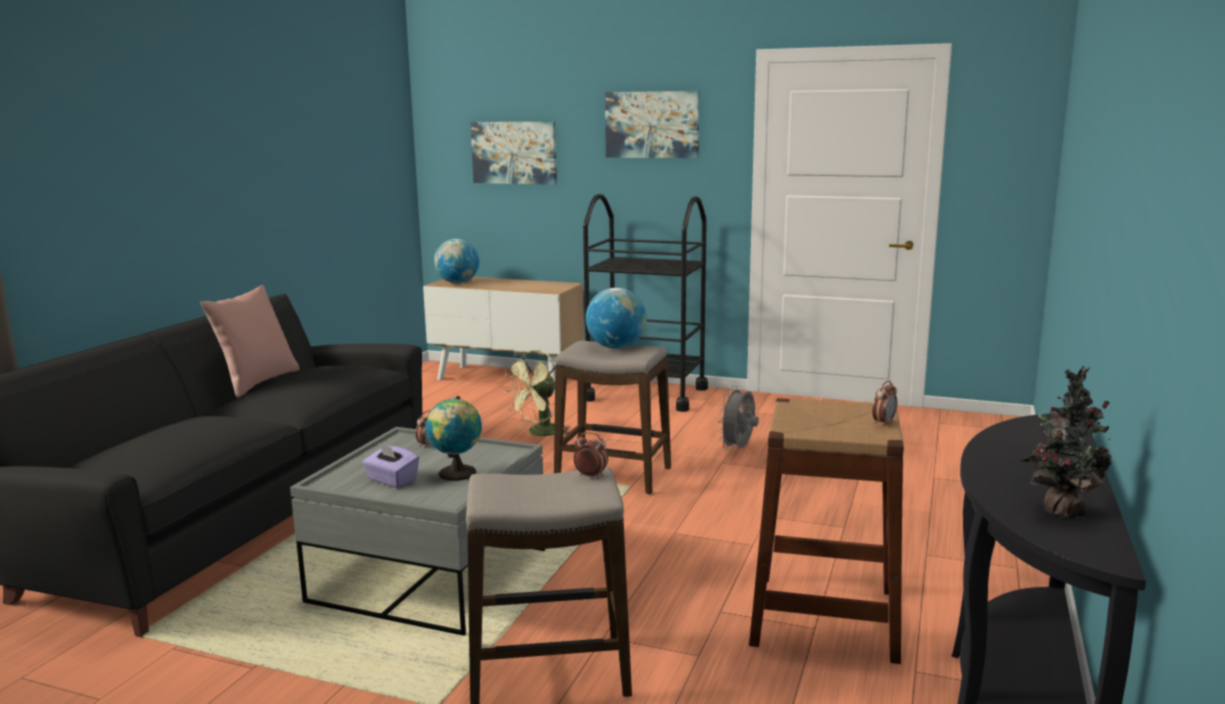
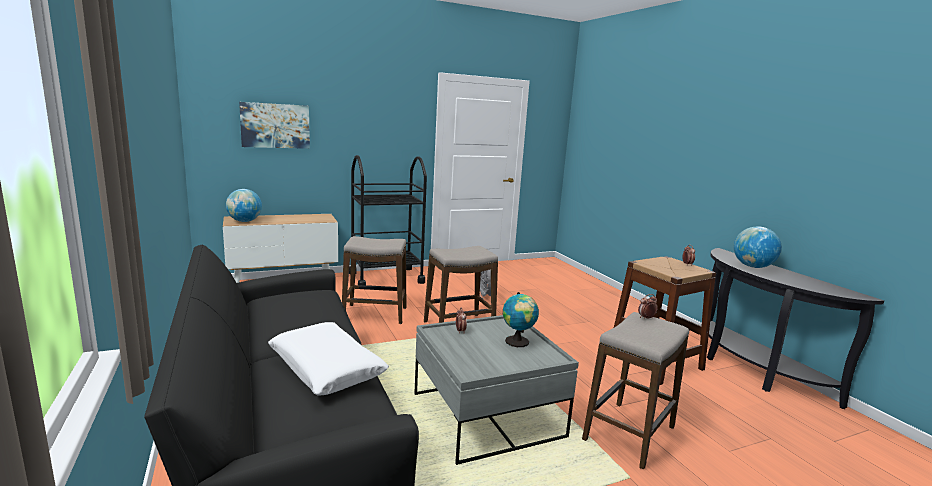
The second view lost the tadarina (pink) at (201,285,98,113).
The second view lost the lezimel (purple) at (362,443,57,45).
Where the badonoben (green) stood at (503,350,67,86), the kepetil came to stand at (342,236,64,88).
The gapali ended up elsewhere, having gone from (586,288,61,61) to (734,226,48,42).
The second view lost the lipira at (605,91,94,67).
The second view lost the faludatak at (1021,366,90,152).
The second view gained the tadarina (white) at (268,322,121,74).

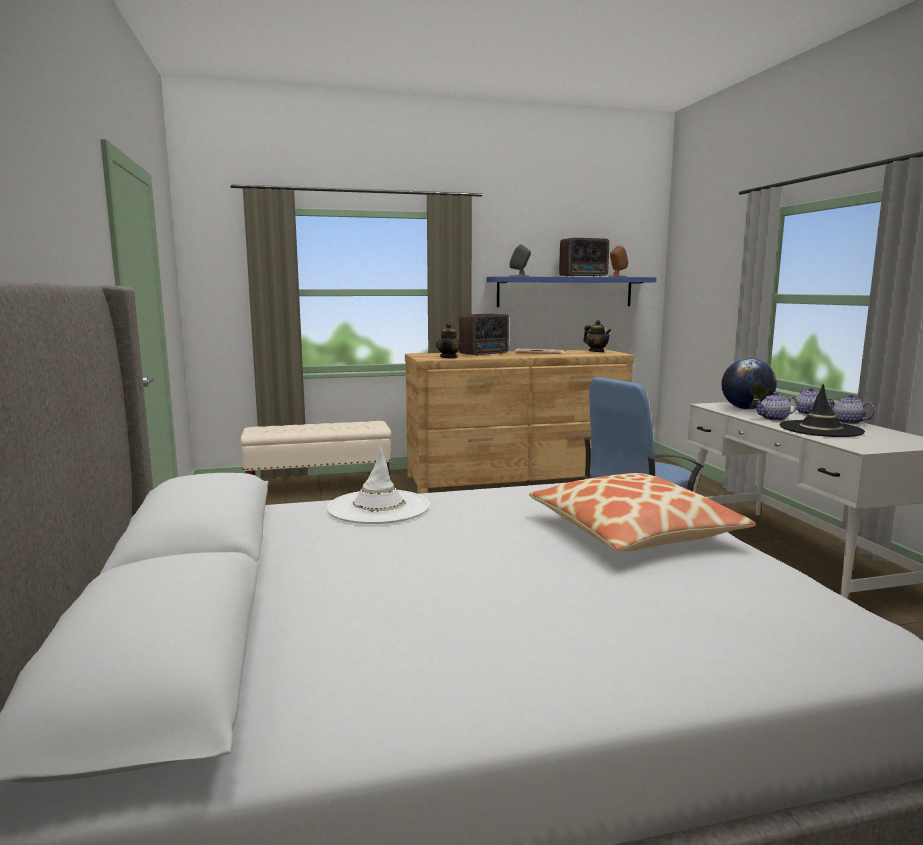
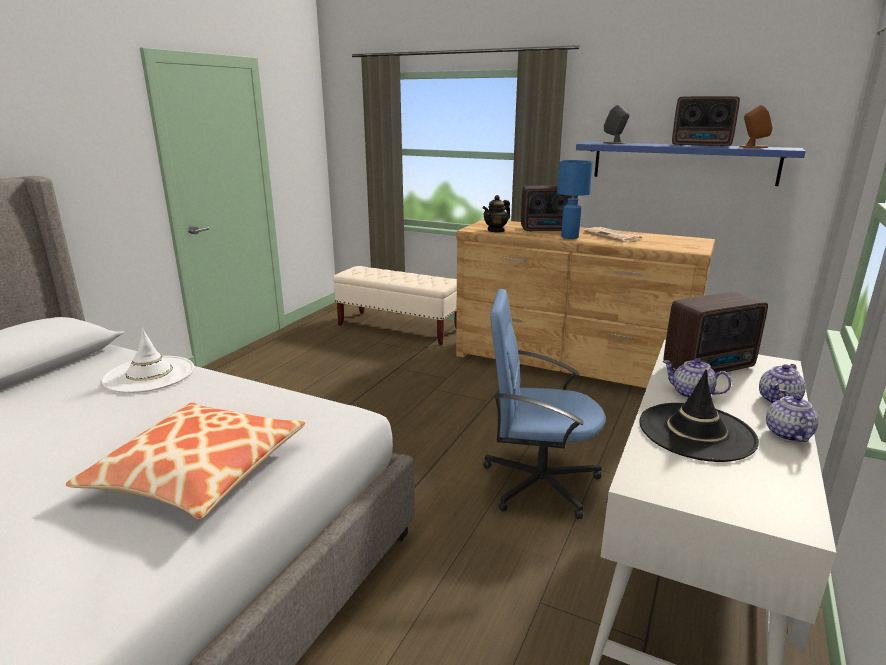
The second view lost the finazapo at (583,320,28,32).
Where the gapali stood at (721,358,56,51), the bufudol came to stand at (663,292,105,81).
The second view gained the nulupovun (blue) at (557,160,36,79).

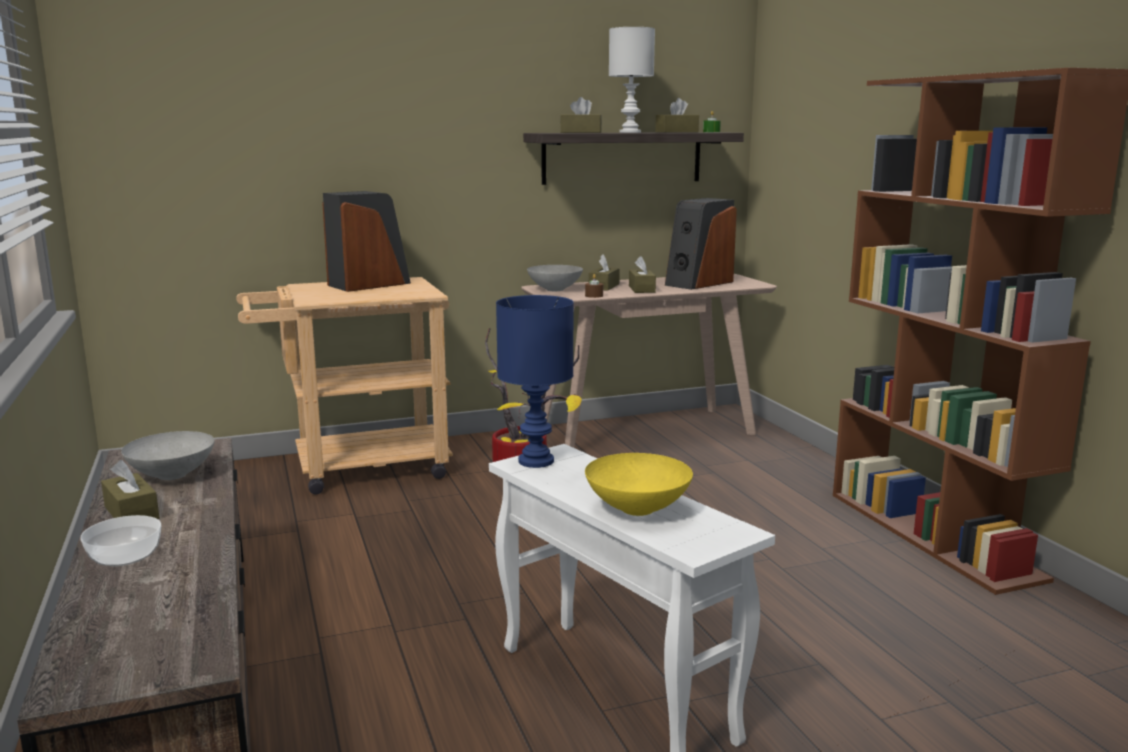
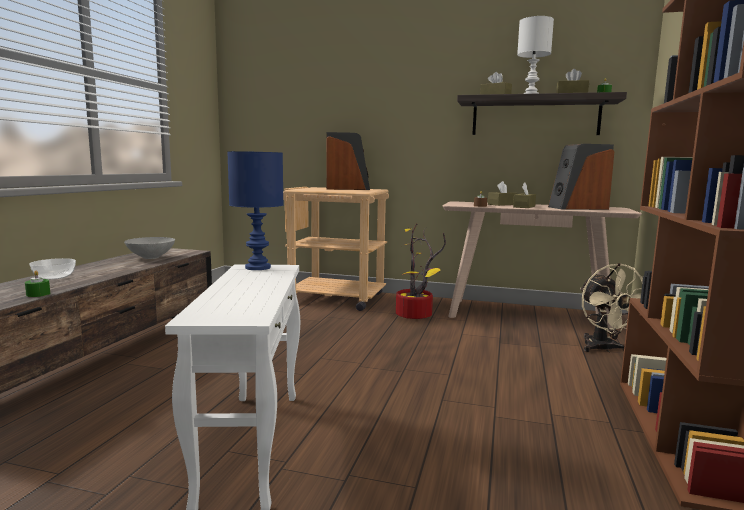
The second view lost the lezimel (brown) at (101,460,58,59).
The second view lost the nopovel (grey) at (527,265,56,26).
The second view lost the nopovel (yellow) at (585,453,108,63).
The second view gained the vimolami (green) at (25,271,25,26).
The second view gained the badonoben (beige) at (580,263,63,90).

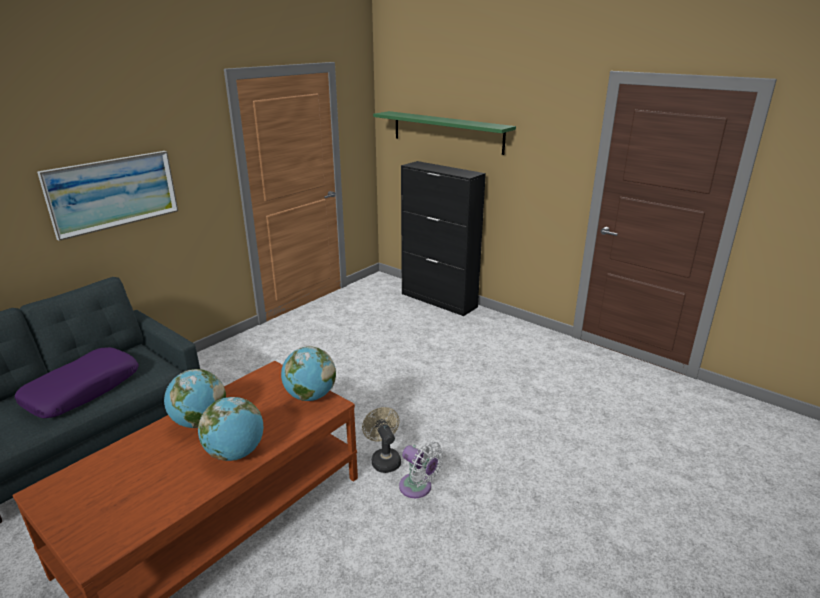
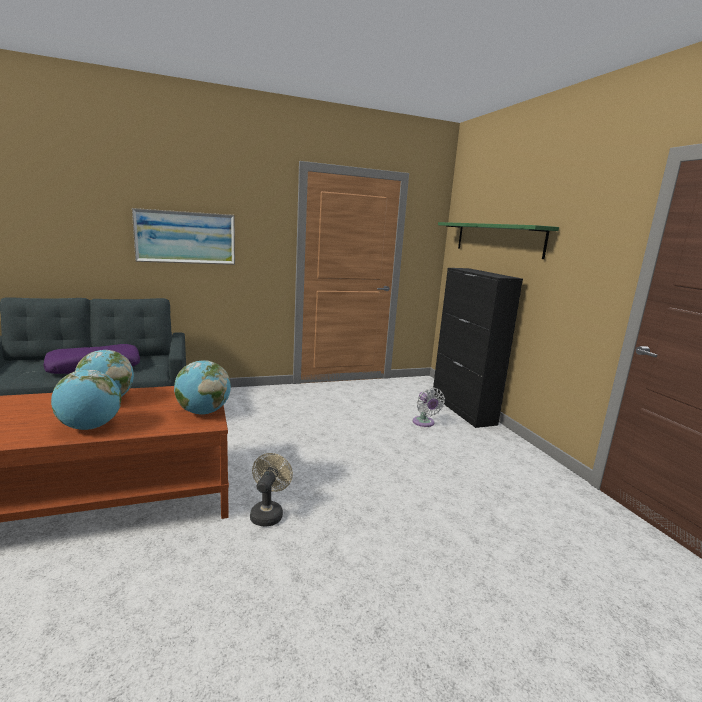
The badonoben (white) ended up elsewhere, having gone from (399,441,44,57) to (413,388,32,39).

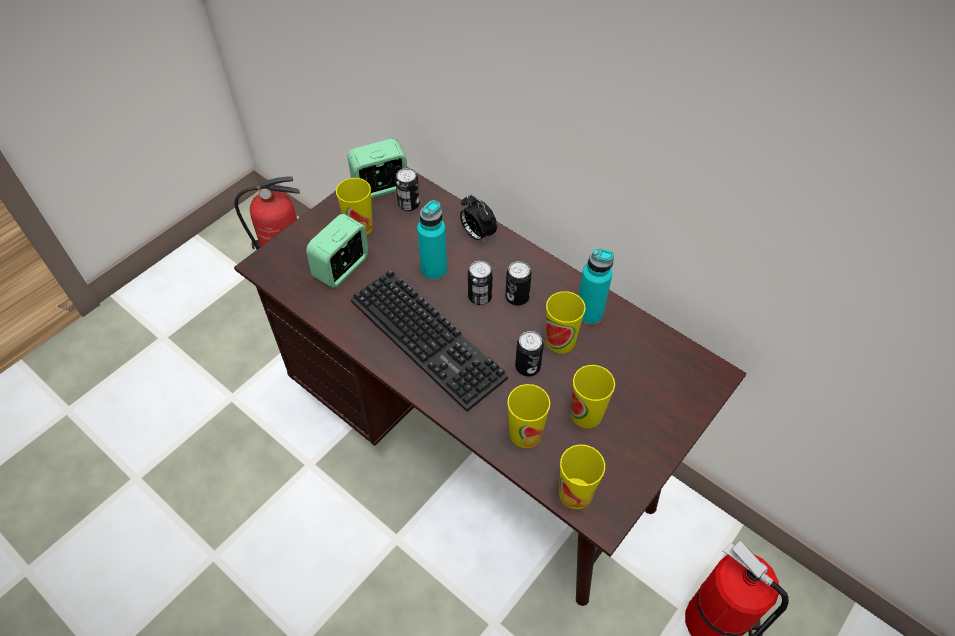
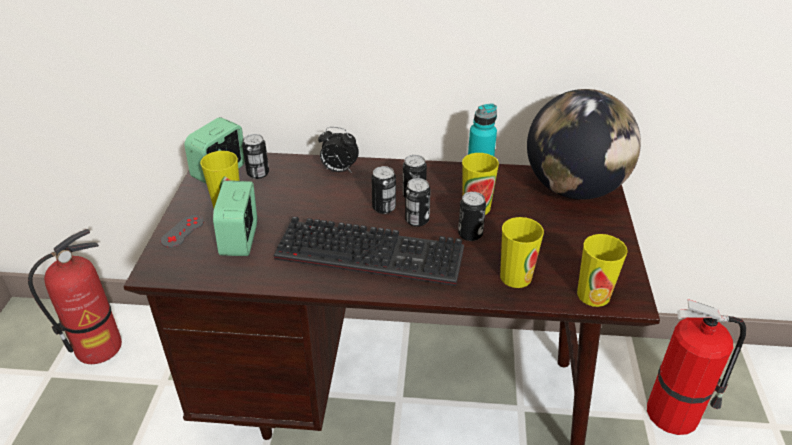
The second view lost the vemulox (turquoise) at (417,200,30,80).
The second view lost the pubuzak at (571,365,44,63).
The second view gained the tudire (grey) at (161,215,43,33).
The second view gained the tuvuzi at (405,178,26,49).
The second view gained the gapali at (527,89,114,111).

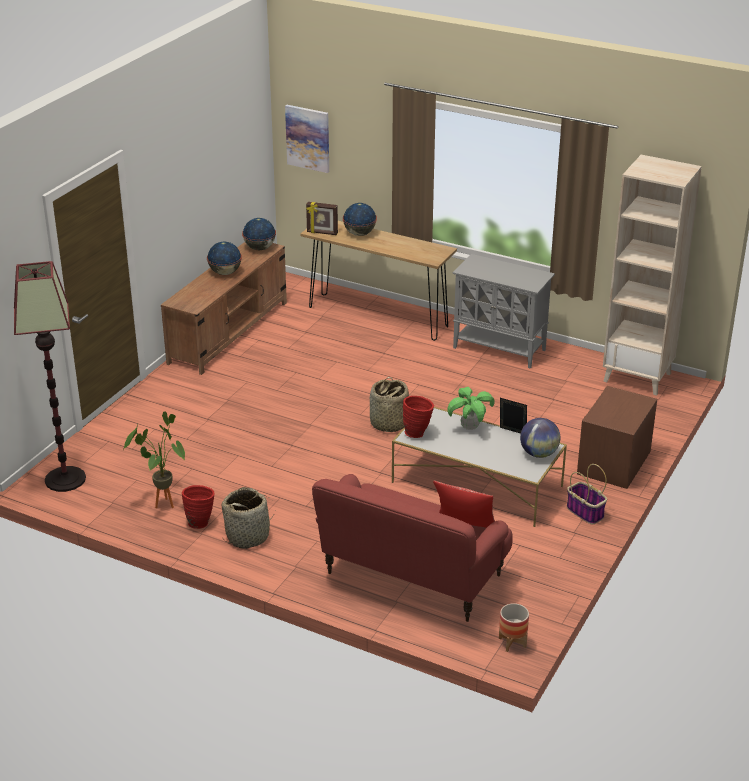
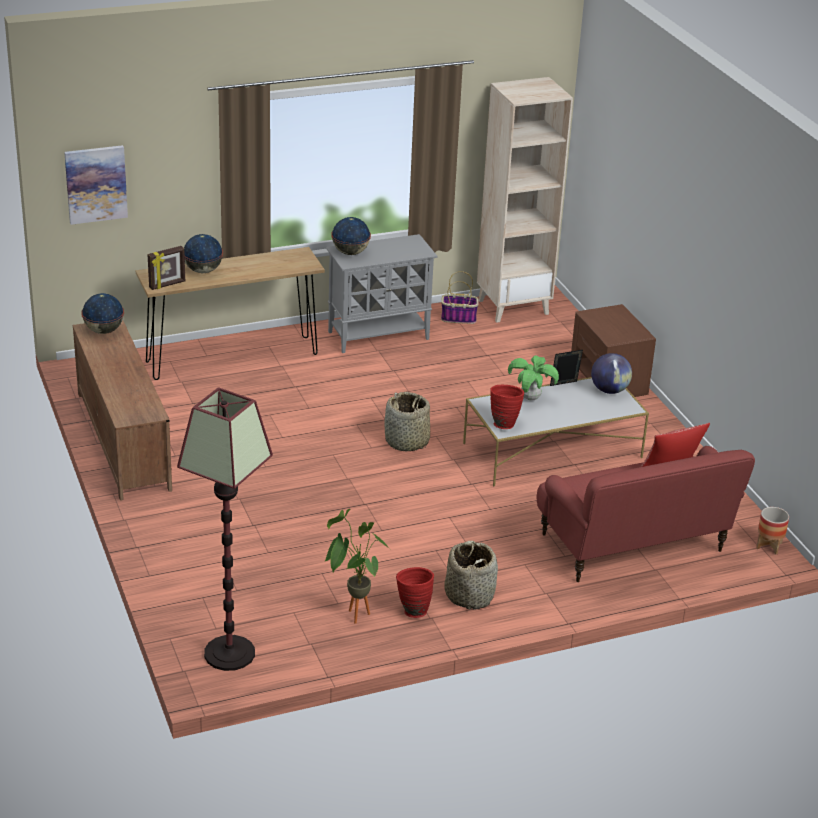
The gapali ended up elsewhere, having gone from (207,242,35,33) to (331,217,40,38).
The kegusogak ended up elsewhere, having gone from (567,464,40,61) to (441,271,38,53).

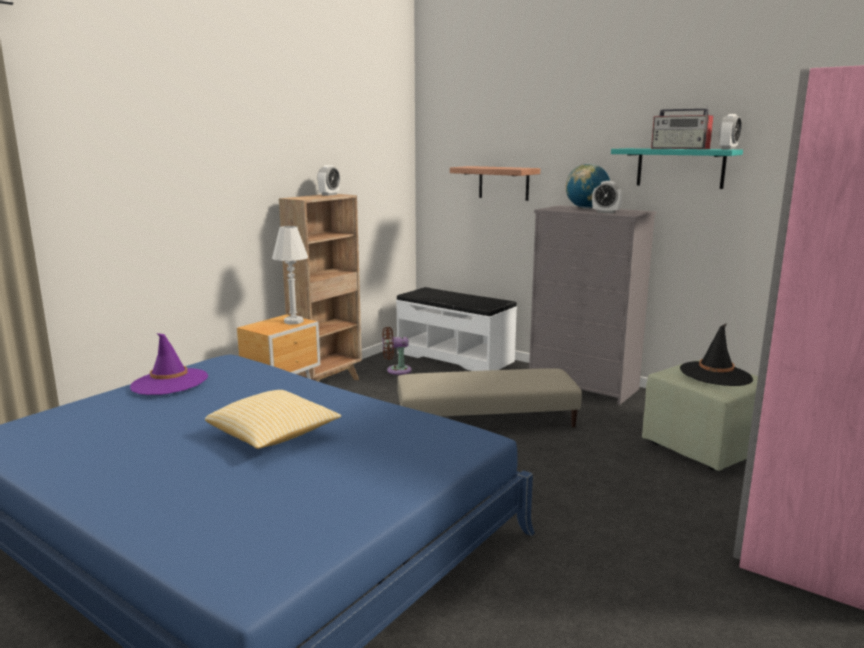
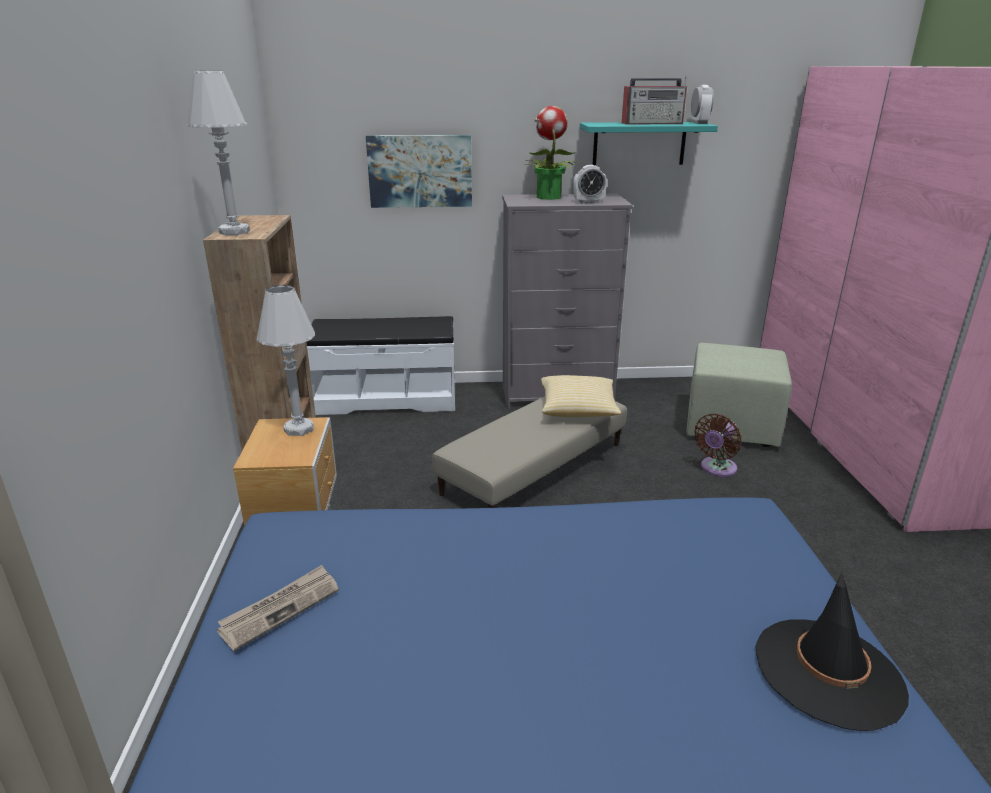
Where the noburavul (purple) stood at (130,333,78,62), the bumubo came to stand at (217,565,122,86).
The tadarina ended up elsewhere, having gone from (205,390,136,59) to (541,375,80,42).
The second view lost the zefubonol at (317,165,23,31).
The badonoben (brown) ended up elsewhere, having gone from (382,327,30,48) to (694,414,48,63).
Where the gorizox hung at (450,166,90,35), the lipira came to hang at (366,135,106,73).
Where the gapali stood at (566,164,44,45), the faludatak came to stand at (525,106,52,94).
The noburavul (black) ended up elsewhere, having gone from (680,323,73,63) to (756,572,153,159).
The second view gained the nulupovun (white) at (187,71,63,164).

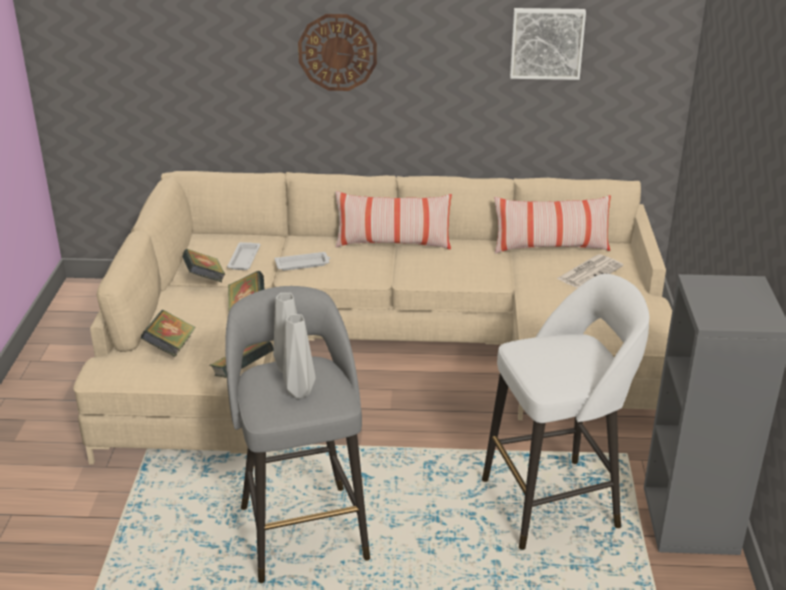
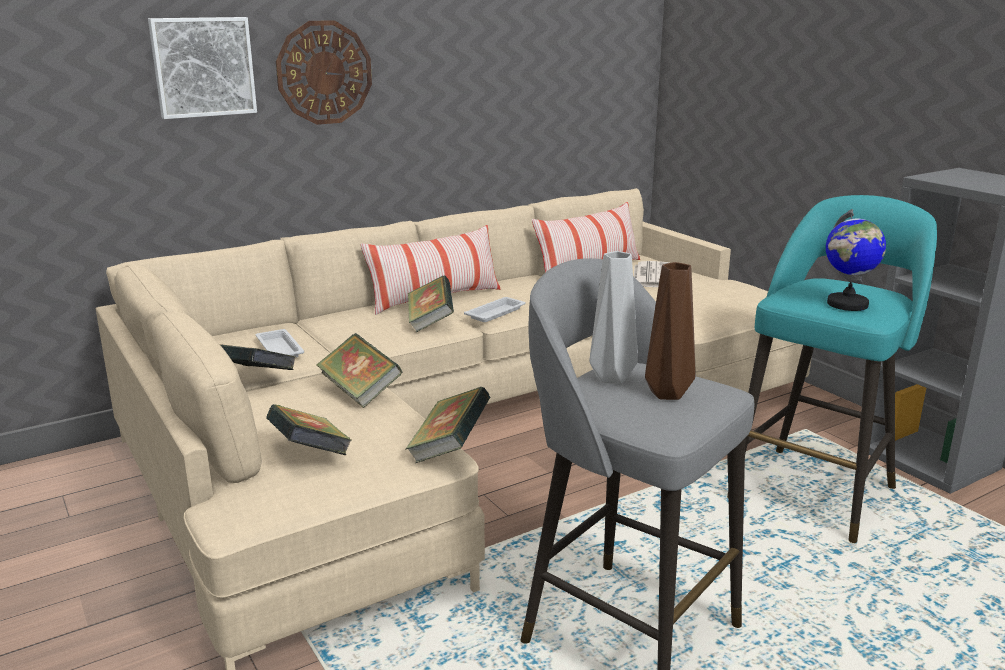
The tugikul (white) ended up elsewhere, having gone from (274,252,56,19) to (464,297,62,25).
What was the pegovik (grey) at (283,314,33,85) turned into the pegovik (brown) at (645,262,51,138).
What was the kepetil (white) at (482,274,167,276) turned into the kepetil (turquoise) at (727,195,210,348).
The lipira ended up elsewhere, having gone from (510,8,76,72) to (148,17,109,102).
The second view gained the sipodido at (408,275,46,58).
The second view gained the gapali at (826,209,60,102).

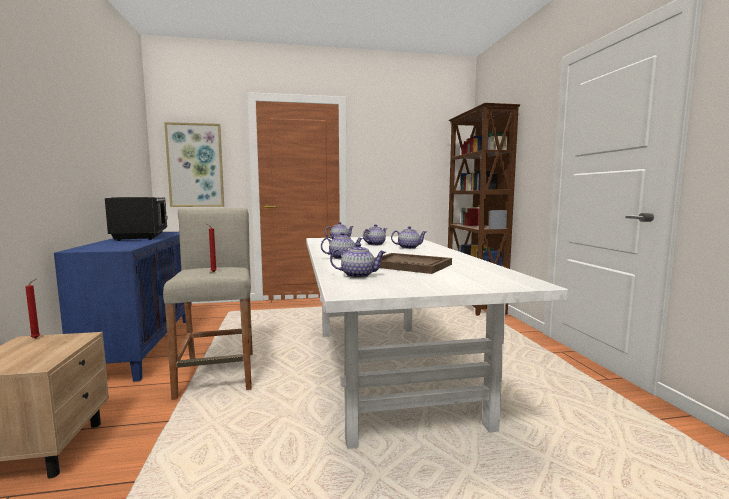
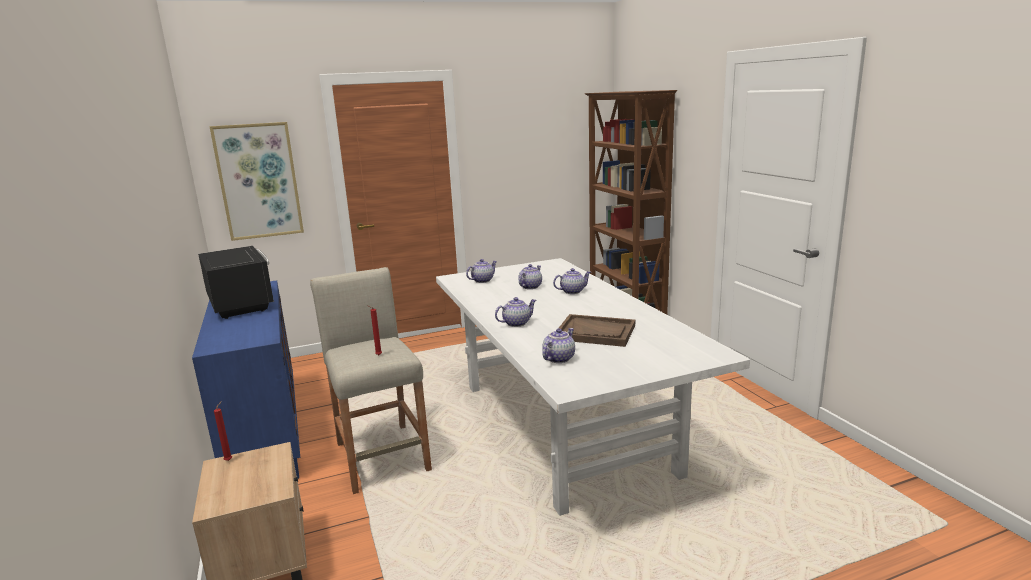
The finazapo at (330,243,56,35) ended up facing another way, 45 degrees counterclockwise from before.

